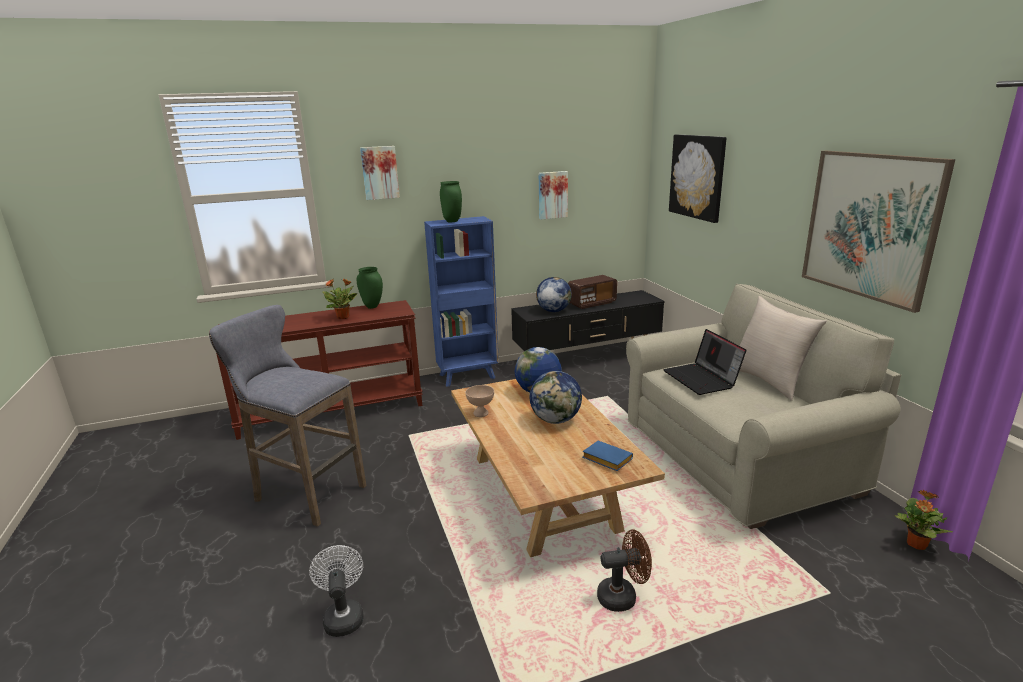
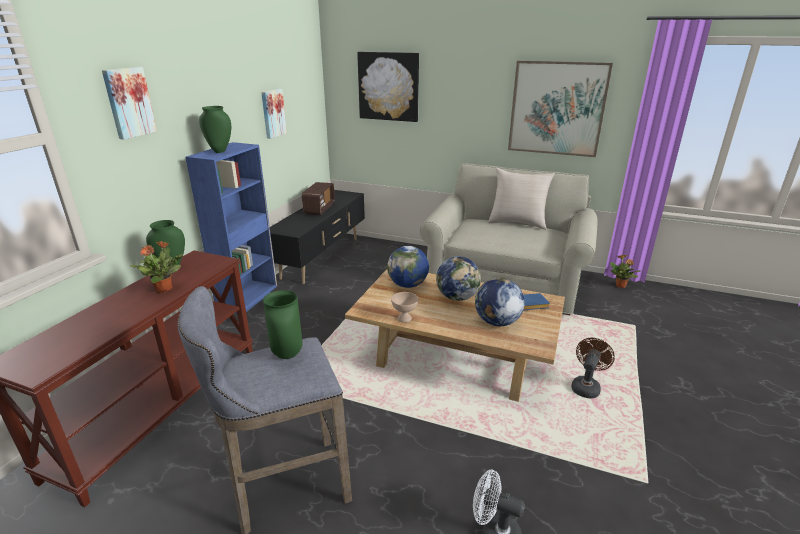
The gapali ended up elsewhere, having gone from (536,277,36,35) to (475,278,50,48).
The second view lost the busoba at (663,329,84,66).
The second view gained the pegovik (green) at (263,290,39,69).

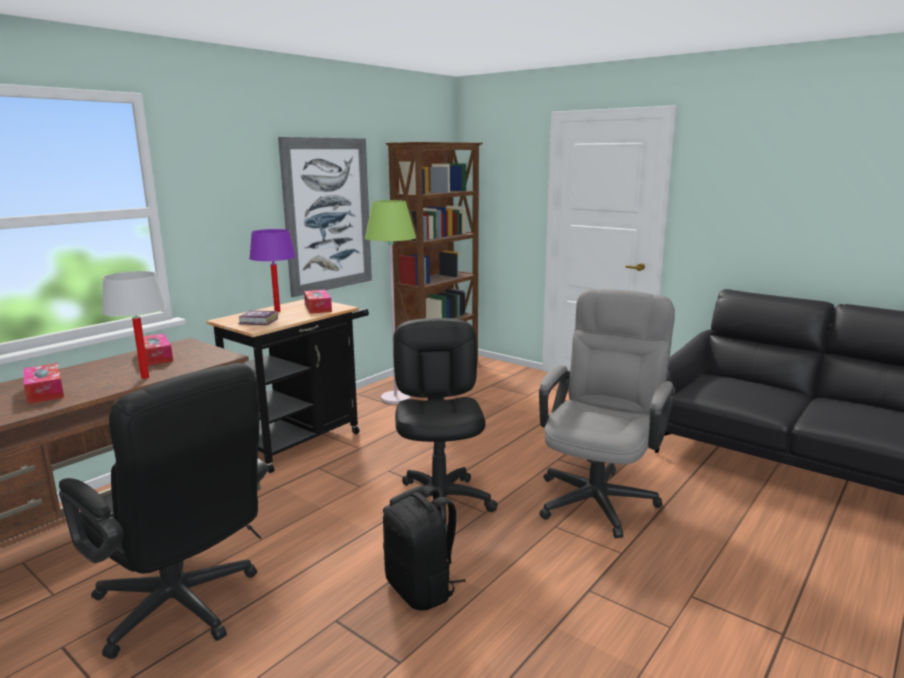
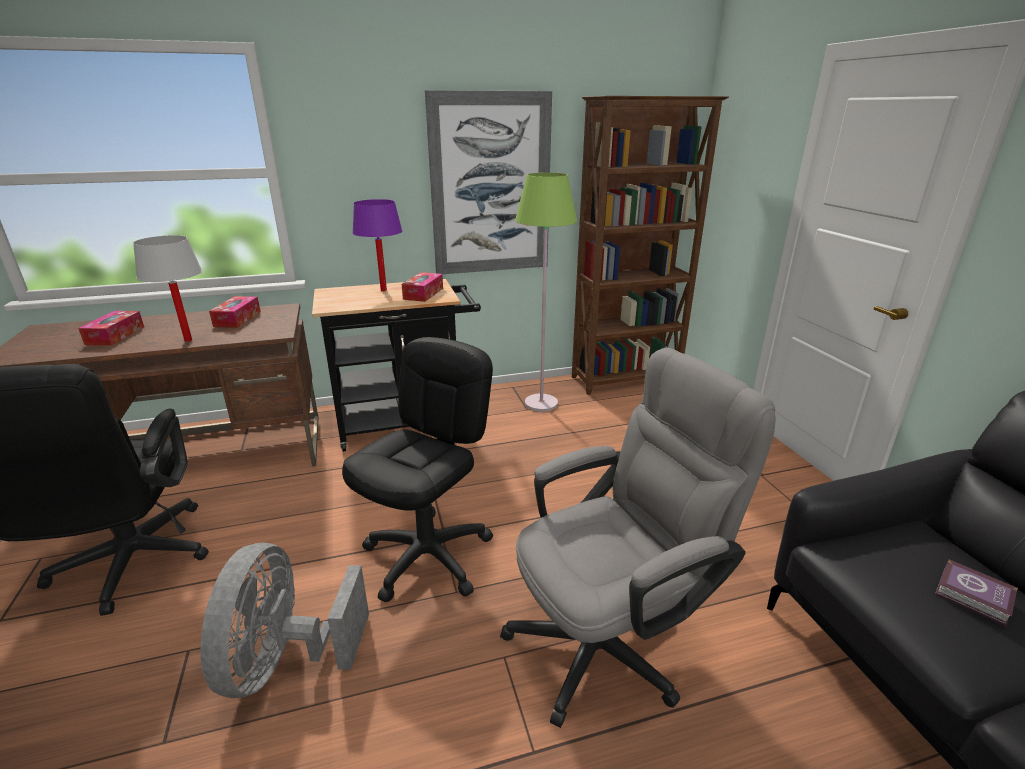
The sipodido ended up elsewhere, having gone from (238,310,40,15) to (935,559,83,67).
Where the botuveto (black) stood at (383,486,83,124), the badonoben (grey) came to stand at (200,543,169,155).

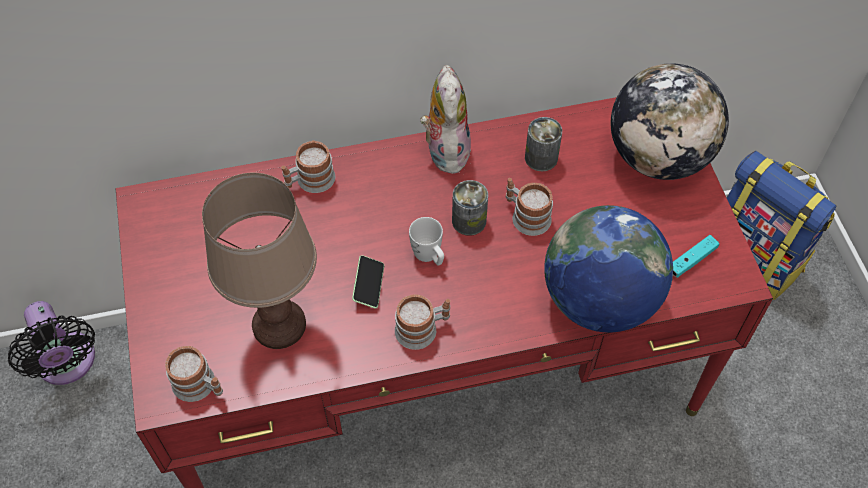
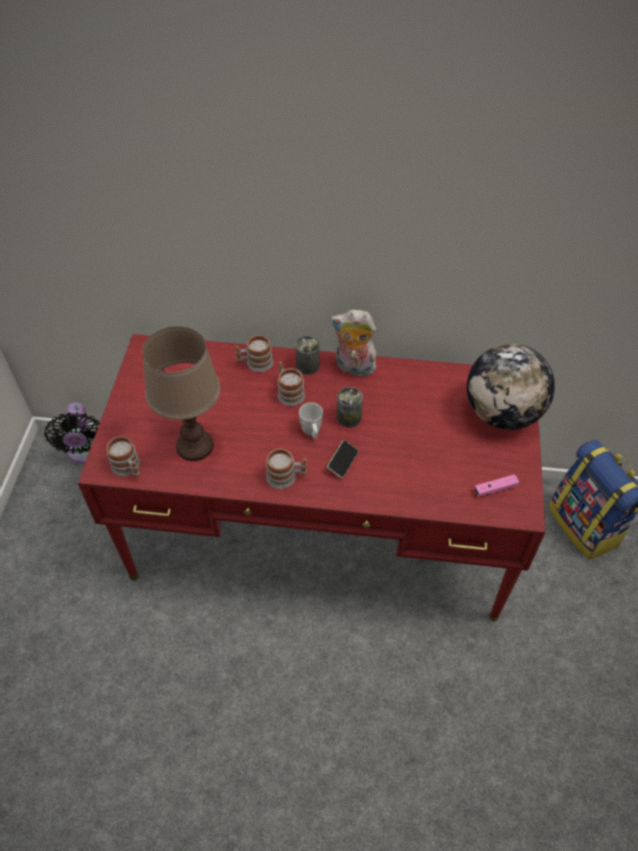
The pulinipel ended up elsewhere, having gone from (352,255,32,53) to (327,440,31,38).
The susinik at (420,65,51,109) ended up facing another way, 90 degrees counterclockwise from before.
The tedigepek ended up elsewhere, having gone from (506,178,47,58) to (278,361,27,45).
The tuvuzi ended up elsewhere, having gone from (525,117,37,54) to (295,336,25,39).
The second view lost the gapali at (544,205,129,128).
What was the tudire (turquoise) at (673,235,46,43) turned into the tudire (pink) at (474,474,45,22).

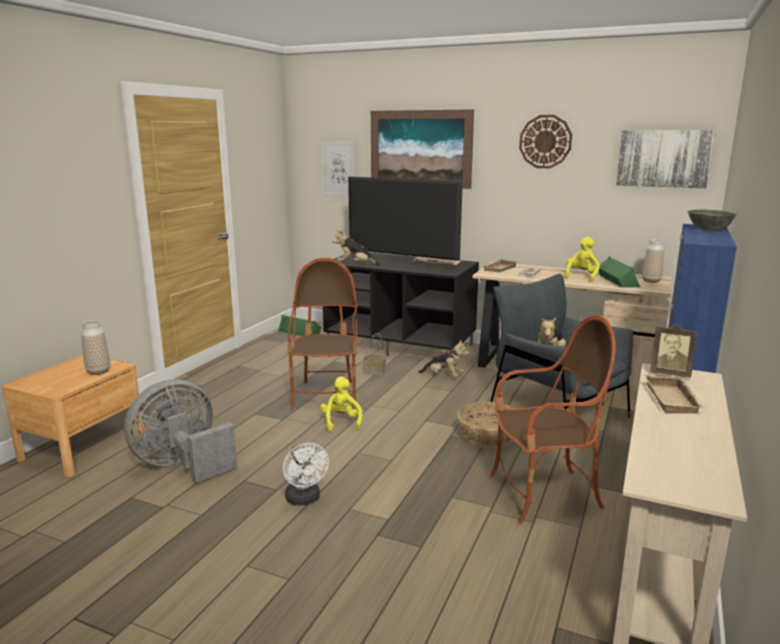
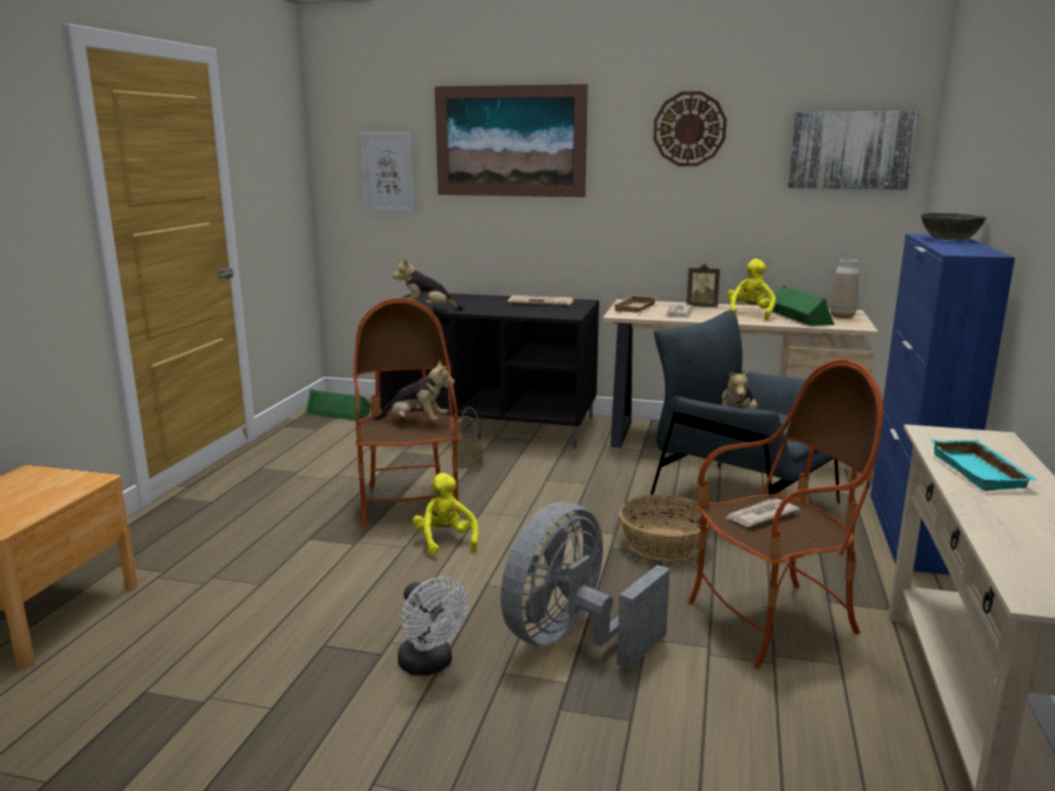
The second view lost the pegovik at (81,320,29,55).
The badonoben (grey) ended up elsewhere, having gone from (124,379,113,104) to (501,502,169,167).
The second view lost the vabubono at (348,177,115,91).
The susinik ended up elsewhere, having gone from (418,339,51,37) to (374,360,81,60).
What was the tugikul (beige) at (645,375,60,38) turned into the tugikul (turquoise) at (930,439,109,52).
The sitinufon ended up elsewhere, having gone from (650,324,47,54) to (686,264,34,43).
The second view gained the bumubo at (726,499,74,28).

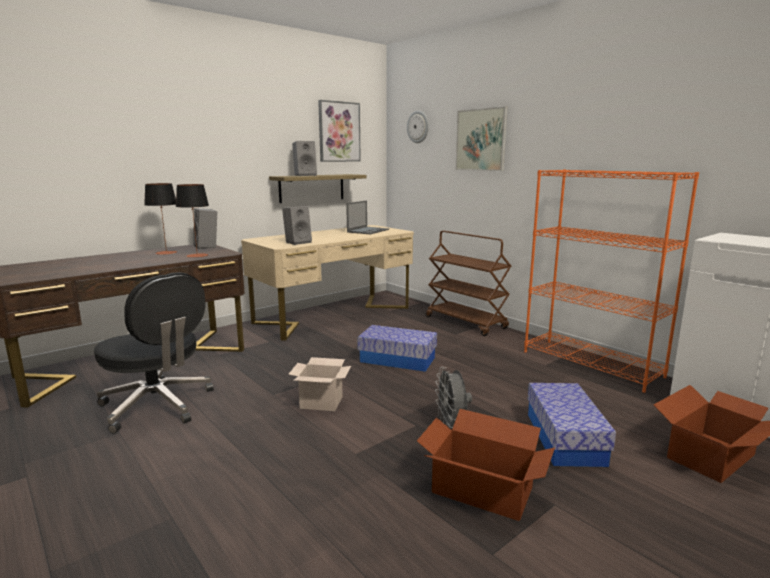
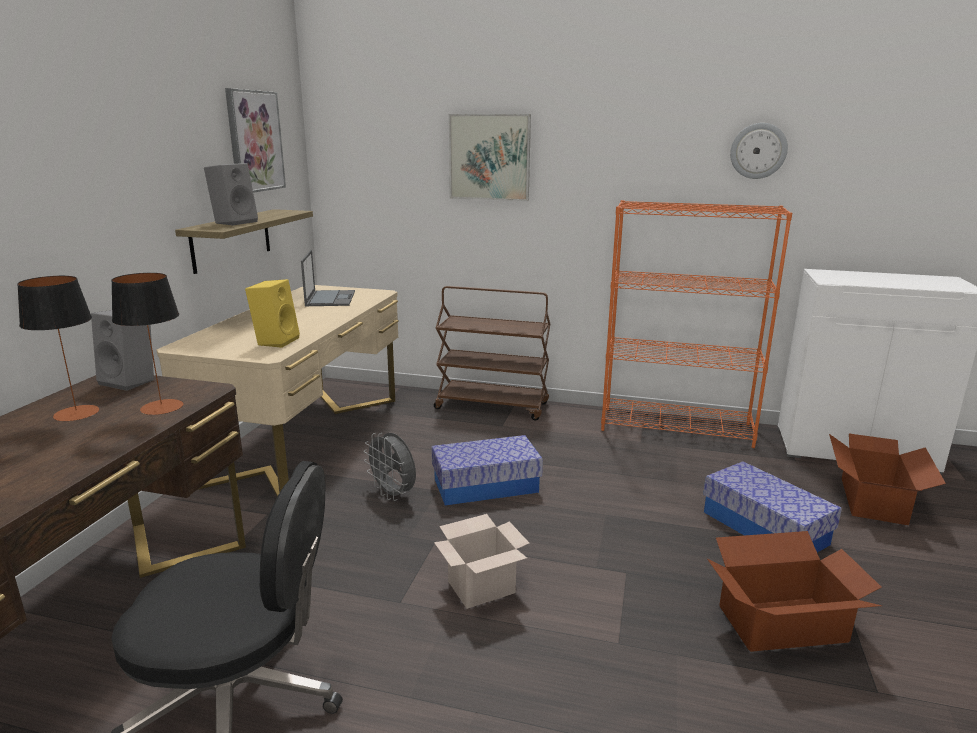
What was the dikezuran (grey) at (282,206,30,39) turned into the dikezuran (yellow) at (245,279,55,69).
The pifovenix ended up elsewhere, having gone from (407,110,22,33) to (730,123,58,56).
The badonoben (grey) ended up elsewhere, having gone from (435,367,37,61) to (364,433,52,68).

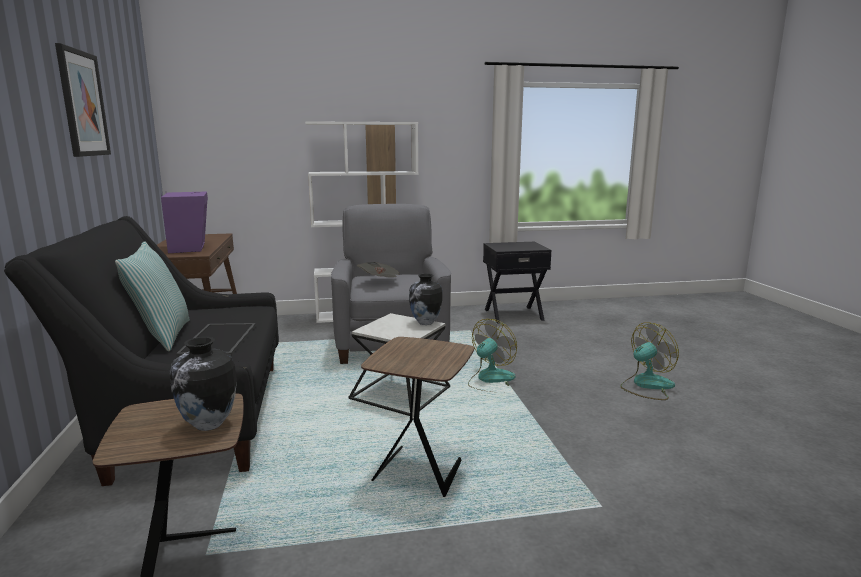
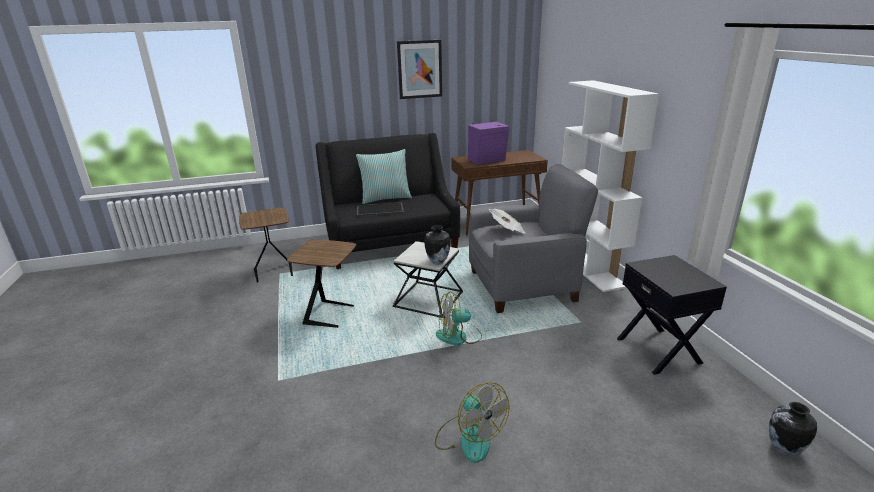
The pegovik ended up elsewhere, having gone from (170,337,67,94) to (769,402,48,54).
The badonoben at (468,319,49,73) ended up facing another way, 135 degrees clockwise from before.

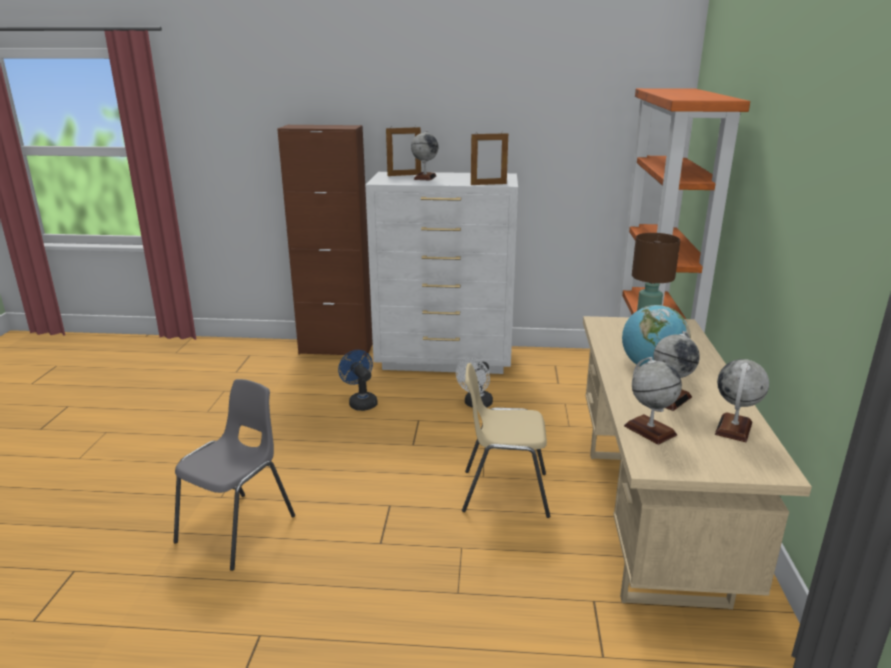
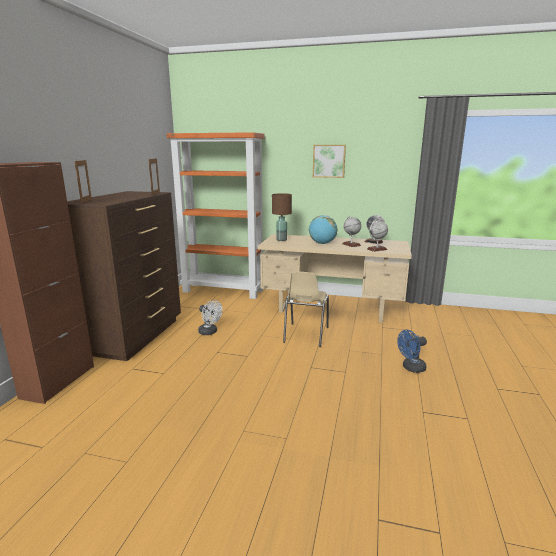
The second view lost the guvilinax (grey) at (174,379,121,192).
The badonoben (blue) ended up elsewhere, having gone from (338,350,40,61) to (397,330,30,43).
What was the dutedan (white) at (365,172,153,202) turned into the dutedan (brown) at (67,191,114,170).
The second view lost the gapali at (411,130,28,51).
The second view gained the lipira at (313,145,33,33).

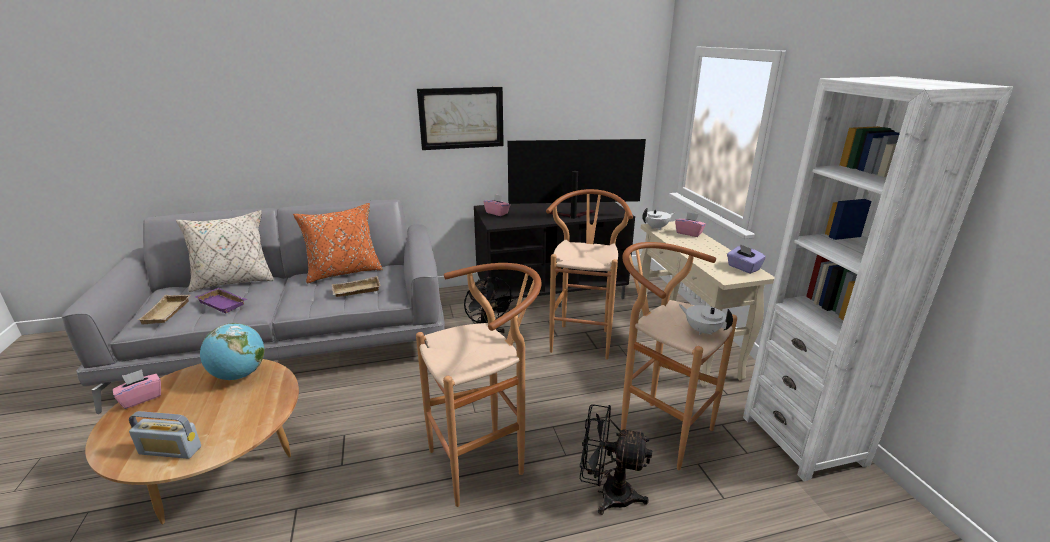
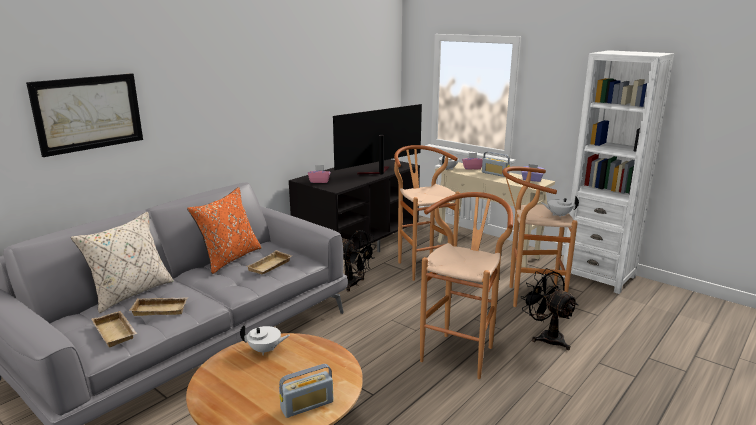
The second view lost the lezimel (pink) at (113,369,48,40).
What was the tugikul (purple) at (195,288,53,25) turned into the tugikul (beige) at (129,297,59,19).
Where the gapali stood at (200,323,64,57), the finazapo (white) came to stand at (240,325,50,30).
The lipira ended up elsewhere, having gone from (417,87,87,63) to (26,73,117,84).
The badonoben (black) at (580,404,72,111) ended up facing another way, 75 degrees clockwise from before.
The second view gained the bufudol at (482,151,28,26).

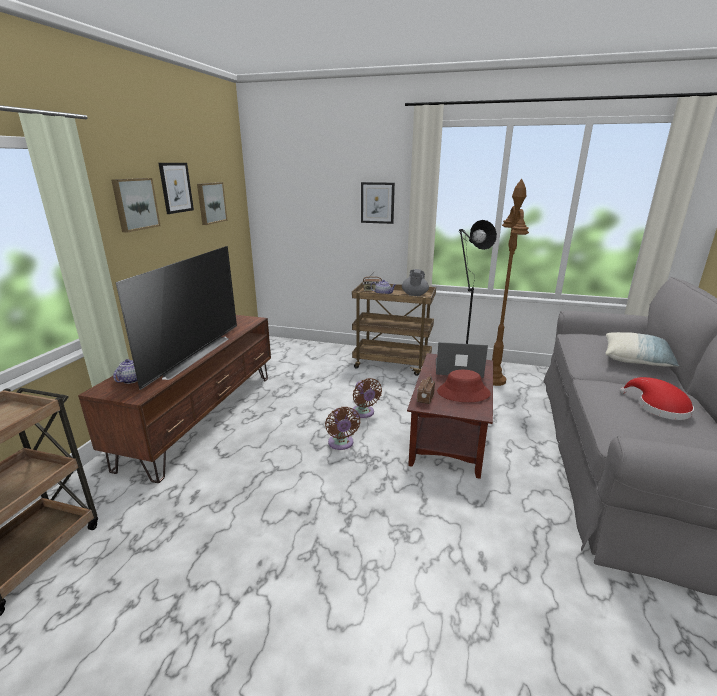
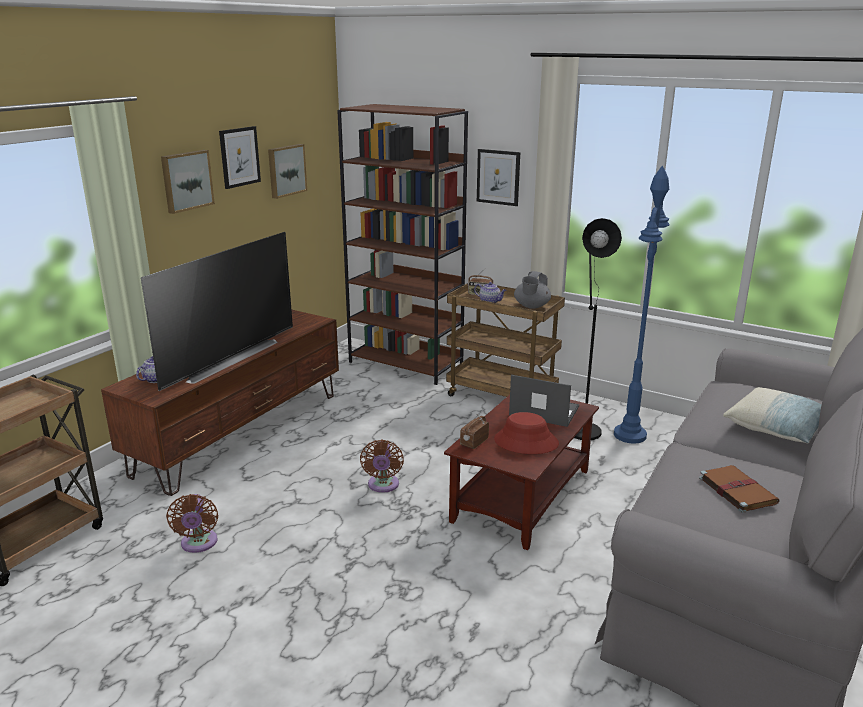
The badonoben (brown) ended up elsewhere, having gone from (352,378,30,40) to (166,494,52,59).
What was the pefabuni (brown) at (492,179,37,207) turned into the pefabuni (blue) at (614,166,55,277).
Where the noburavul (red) stood at (620,377,74,43), the sipodido (brown) came to stand at (699,465,80,48).
The second view gained the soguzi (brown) at (337,104,131,281).

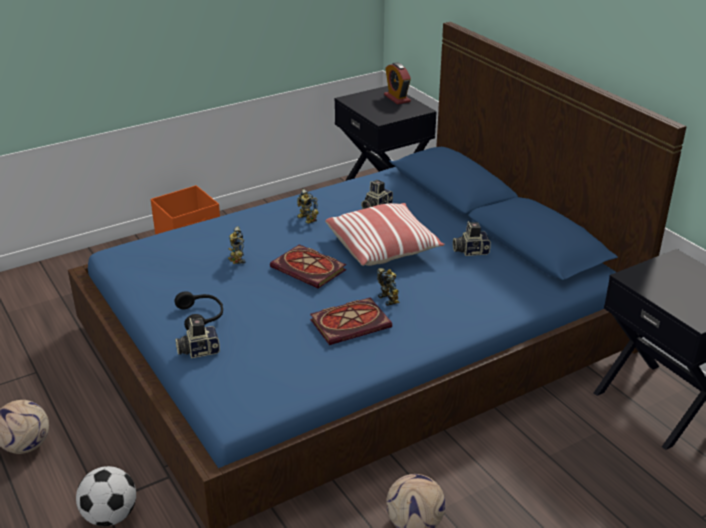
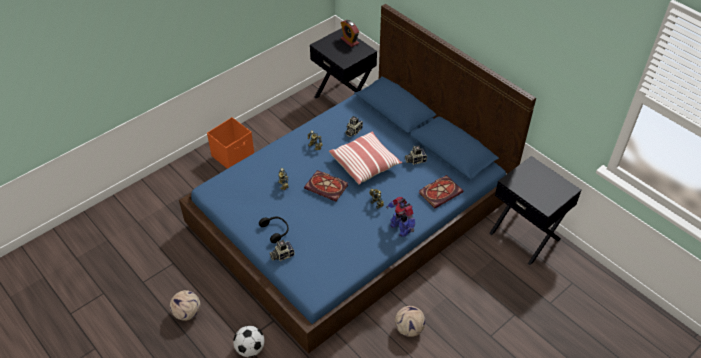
The sipodido ended up elsewhere, having gone from (310,298,82,47) to (419,175,44,33).
The second view gained the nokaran at (386,196,29,41).

